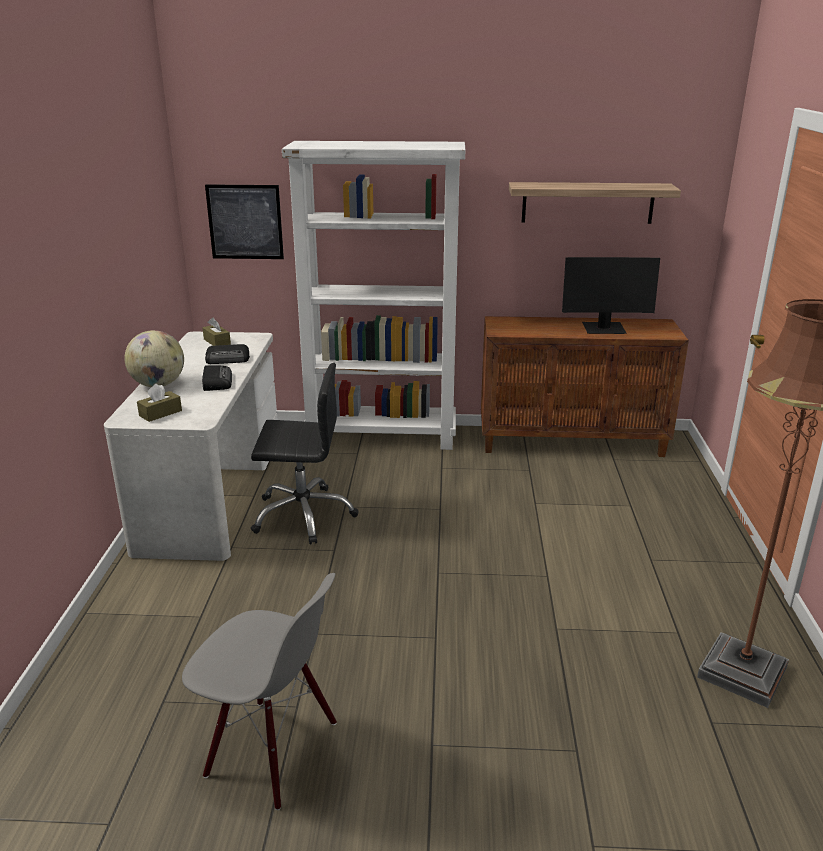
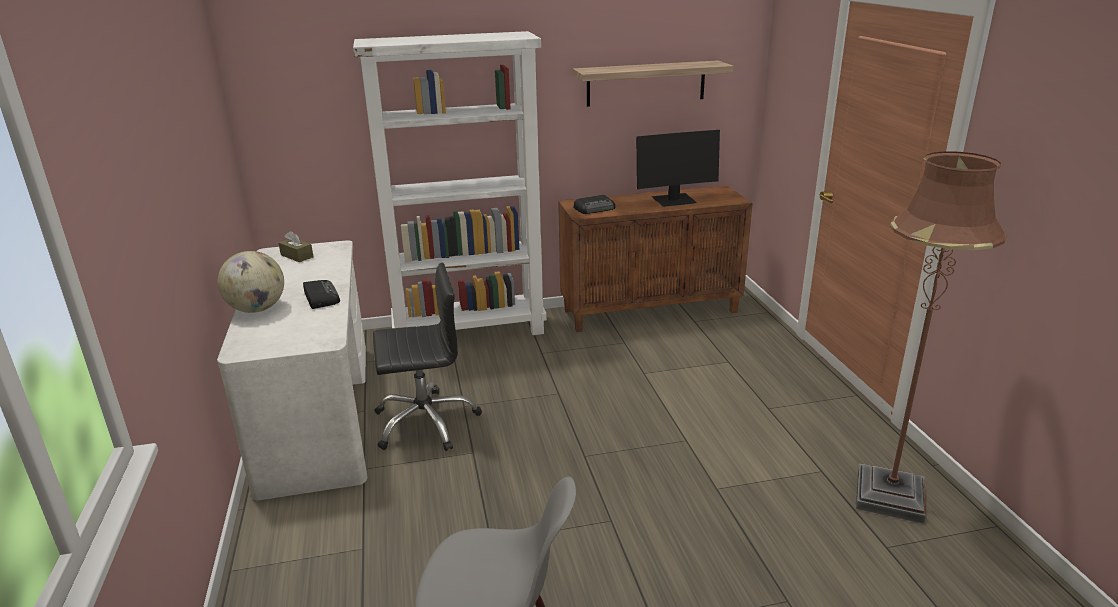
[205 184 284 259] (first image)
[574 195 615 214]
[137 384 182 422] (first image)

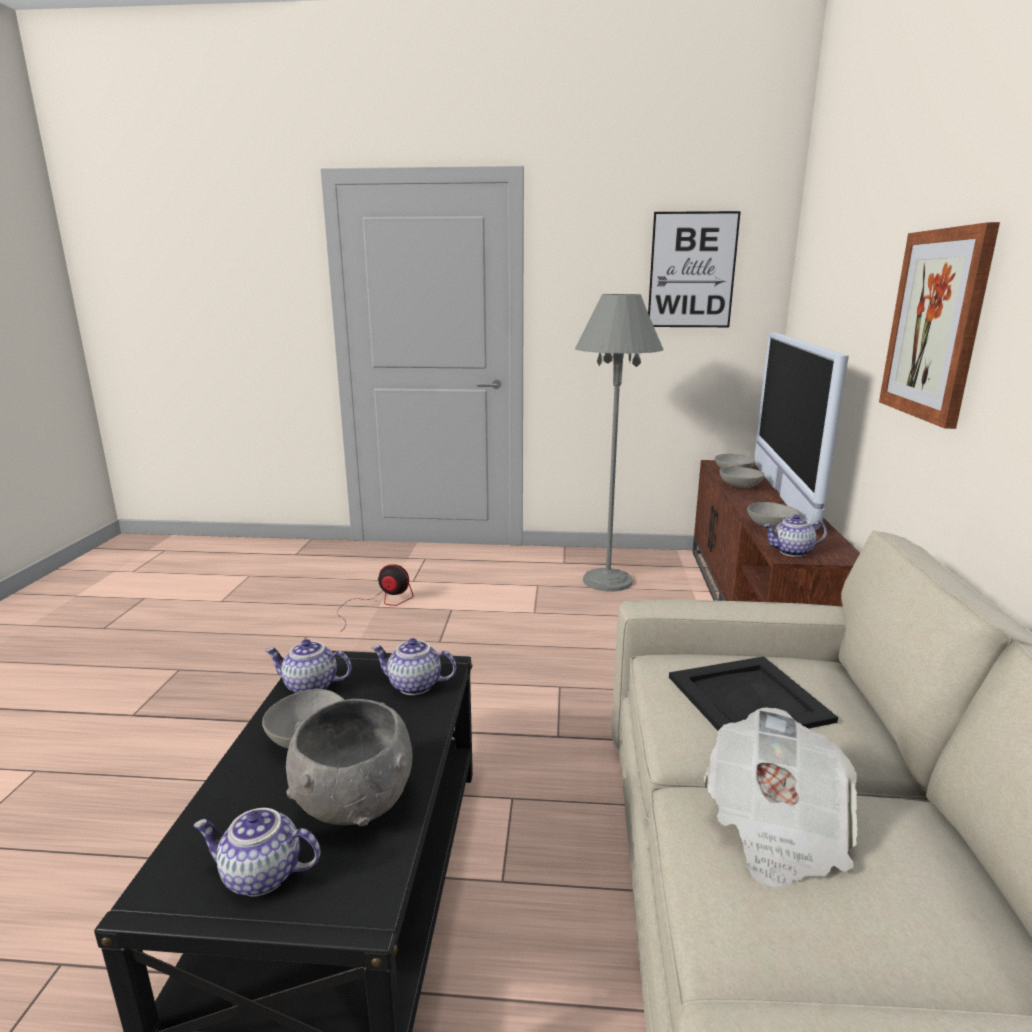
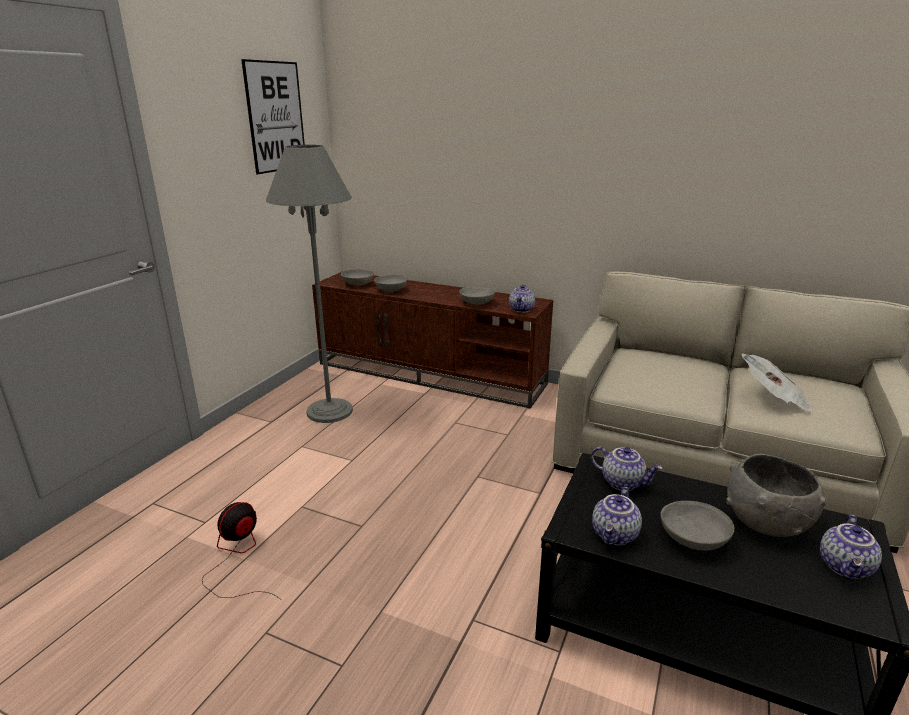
[879 222 1000 429] (first image)
[755 333 849 530] (first image)
[591 446 662 491]
[669 656 838 731] (first image)

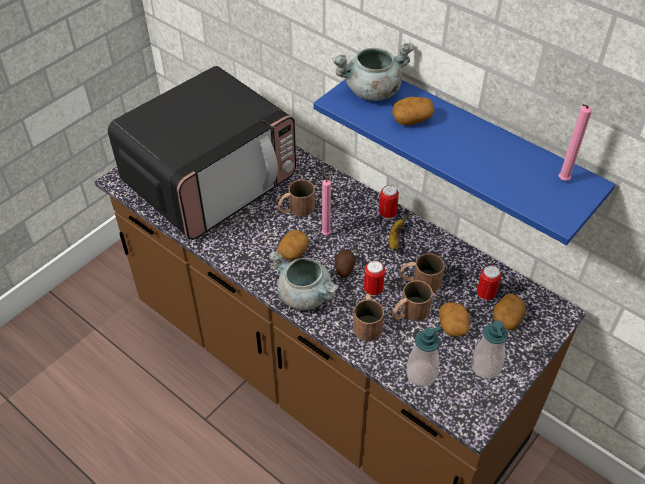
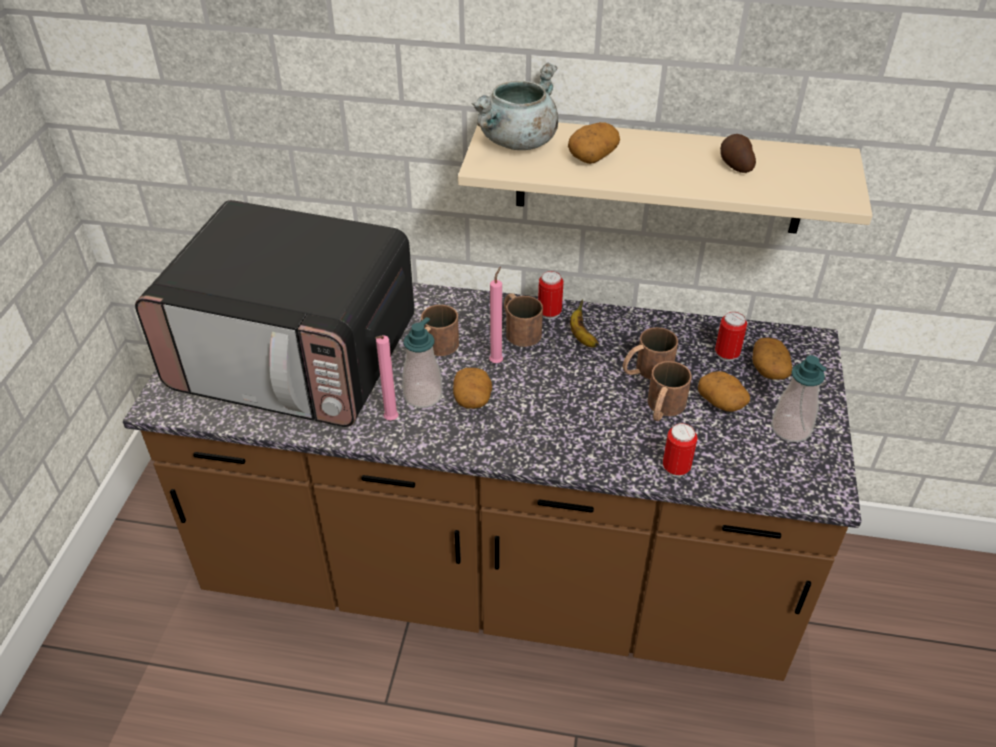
[135 200 414 427]
[458 122 873 234]
[375 335 399 420]
[720 134 756 173]
[268 251 339 310] (first image)
[663 423 698 477]
[504 293 543 347]
[402 317 442 408]

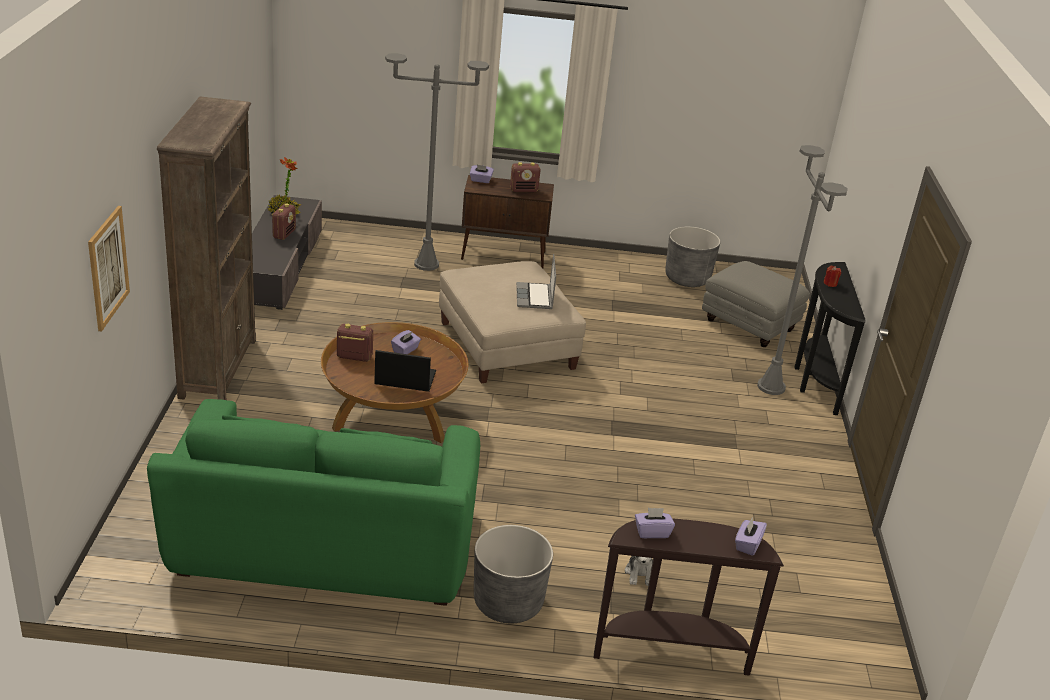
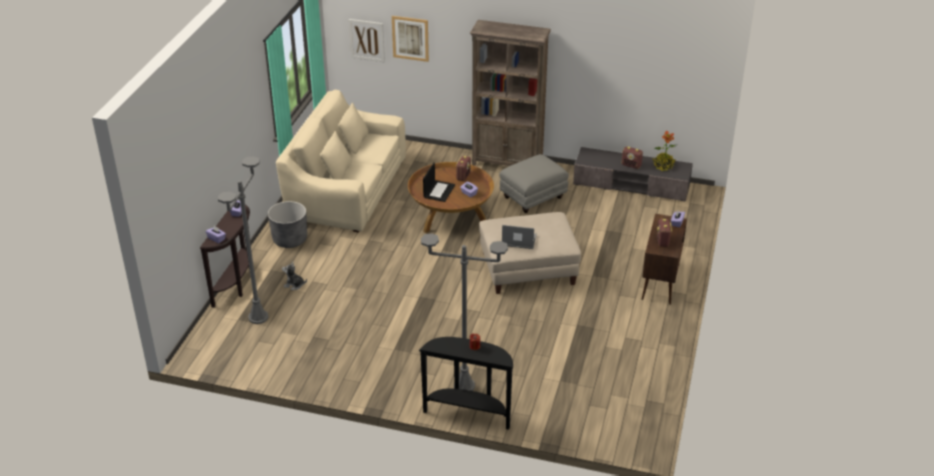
[218 157 269 324]
[665 226 720 287] (first image)
[499 154 569 213]
[276 90 406 233]
[349 19 385 62]

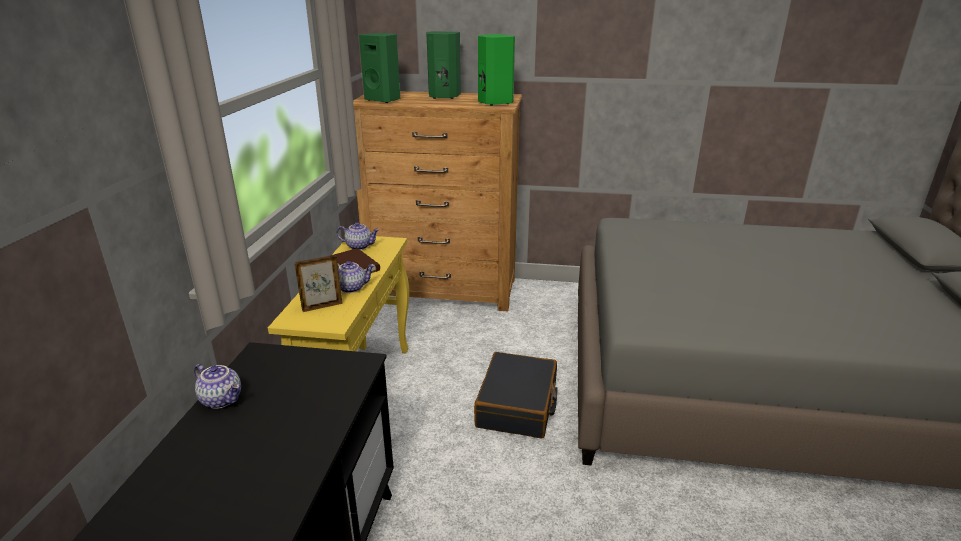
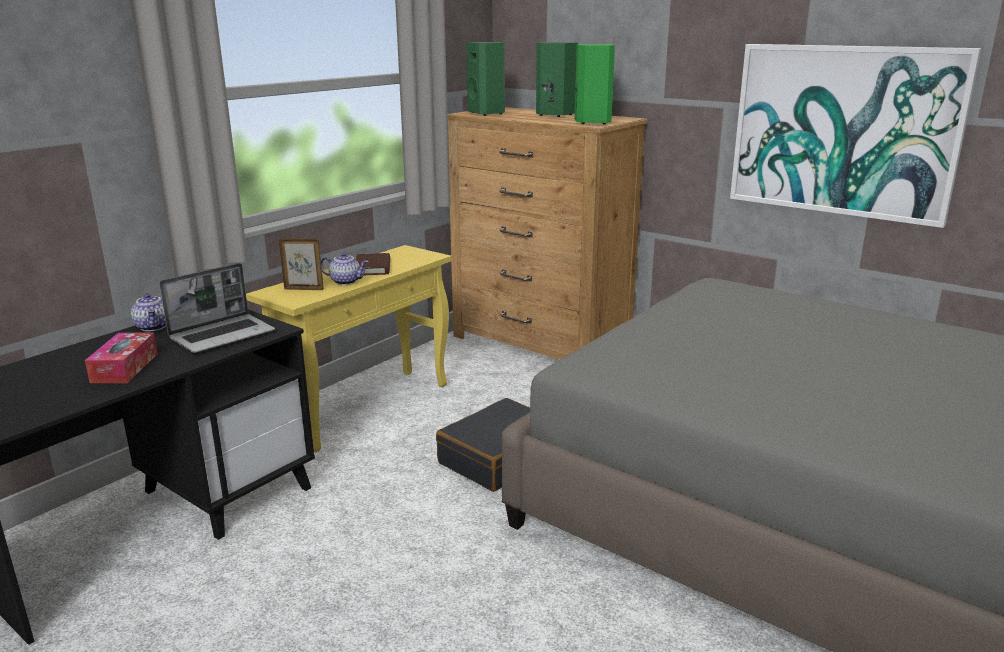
[337 222 379 250] (first image)
[730 44 982 228]
[159 263 275 353]
[85 333 158 383]

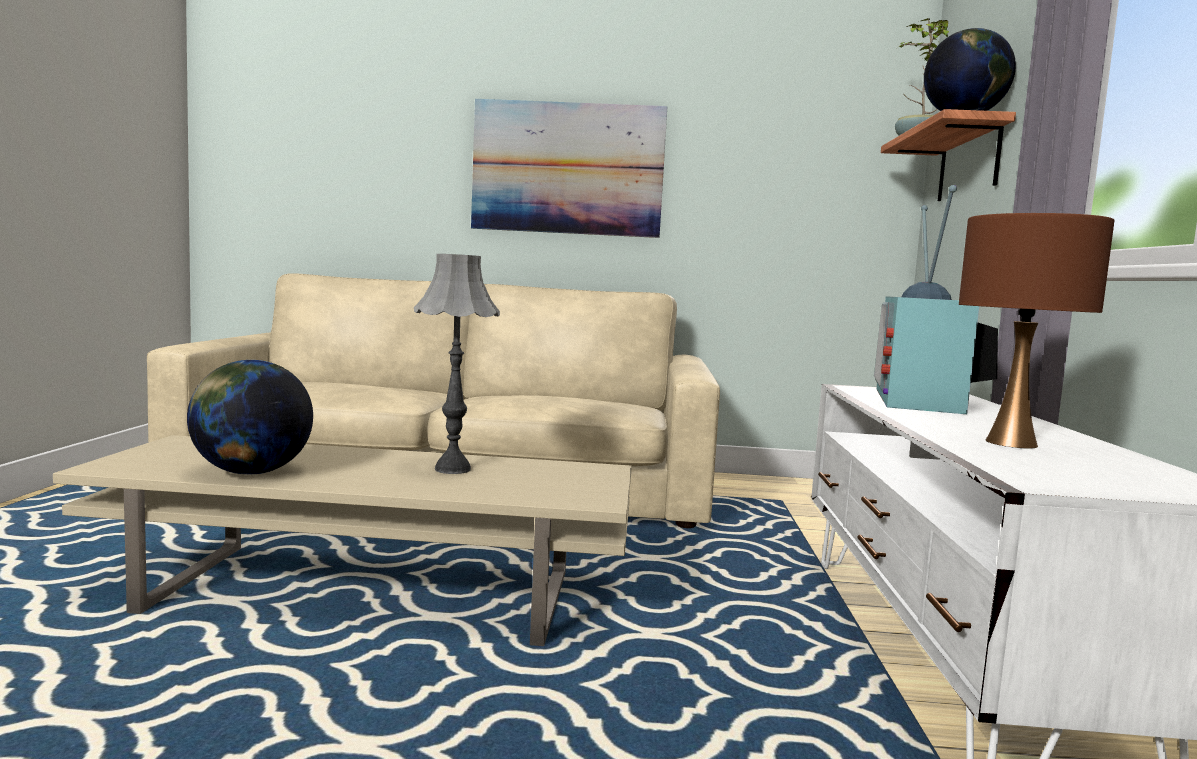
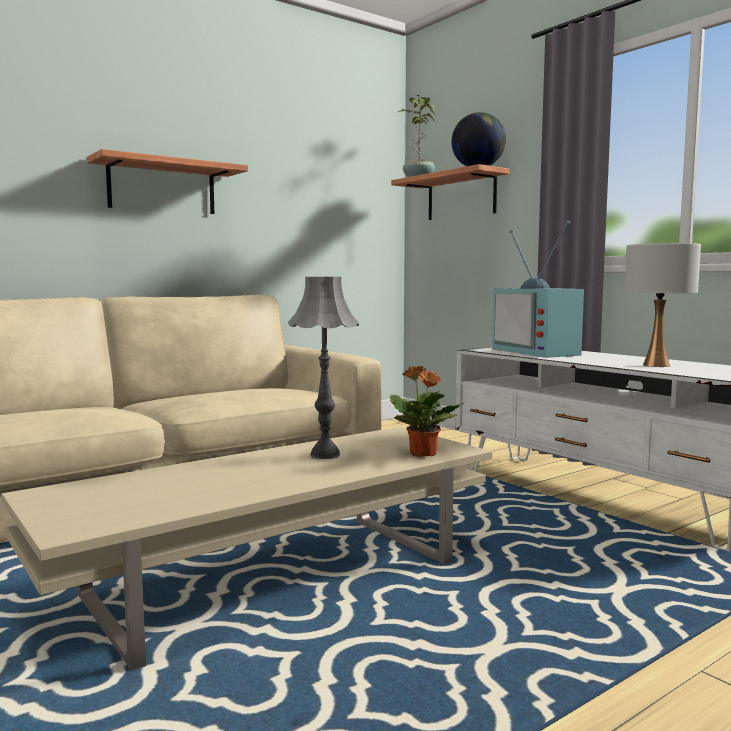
[87 149 248 214]
[624 243 701 367]
[187 360 313 475] (first image)
[390 366 464 457]

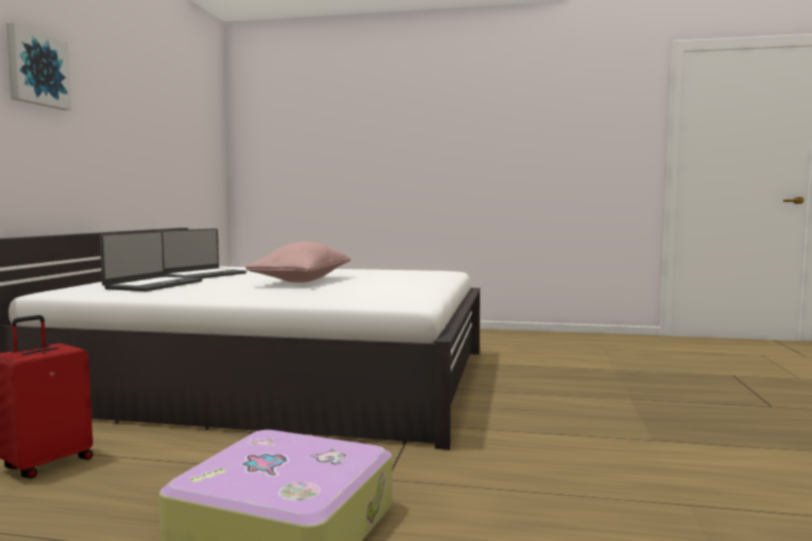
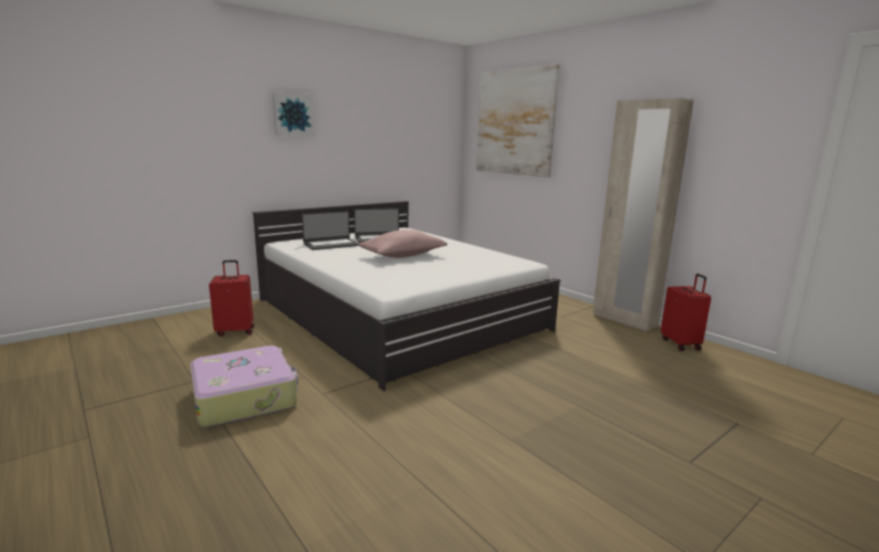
[476 64 560 178]
[593 98 694 331]
[661 273 711 351]

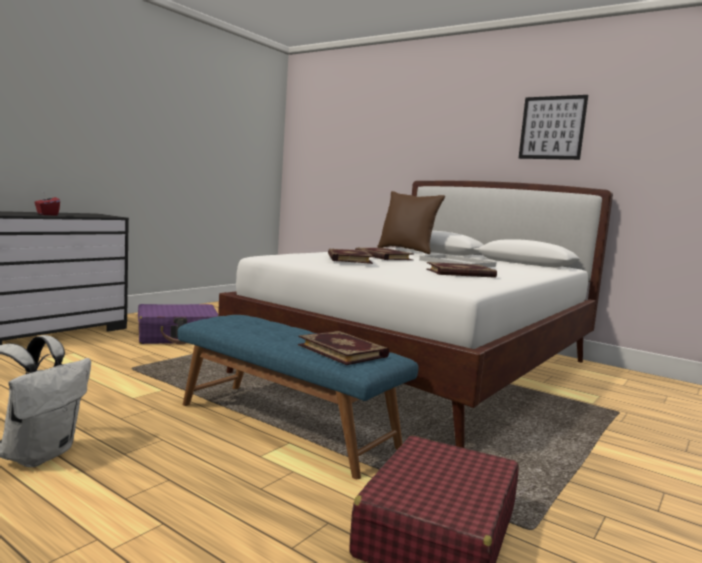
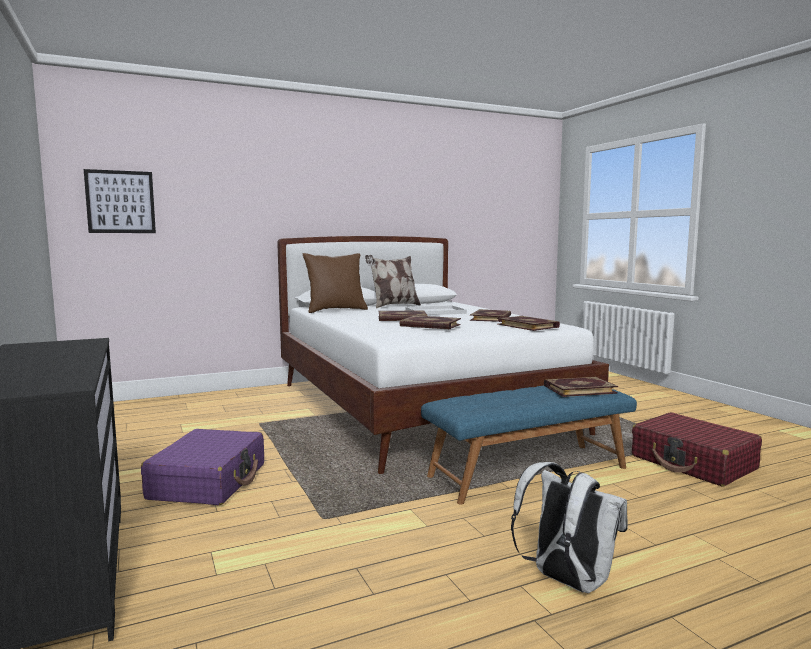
[84 169 156 233]
[34 192 60 216] (first image)
[365 255 421 308]
[497 316 560 331]

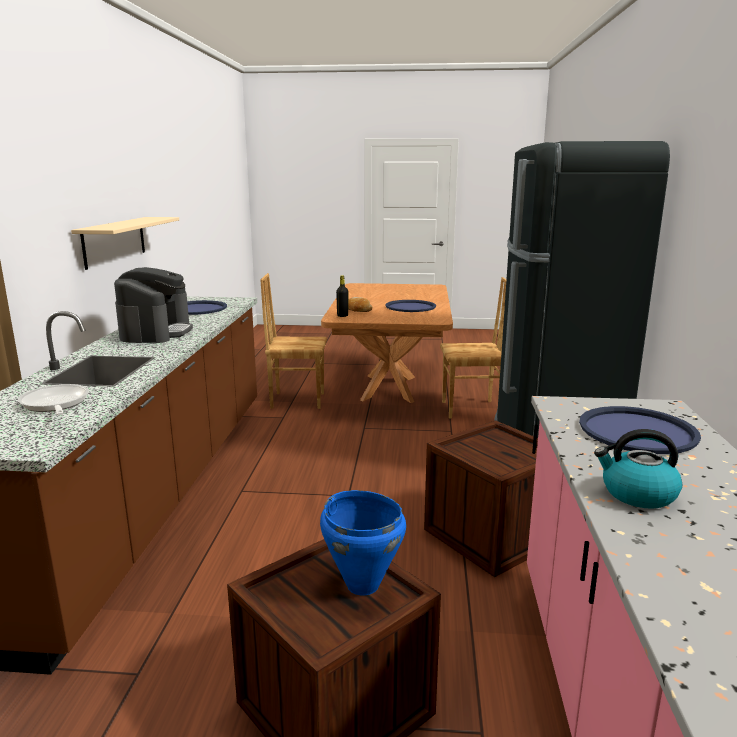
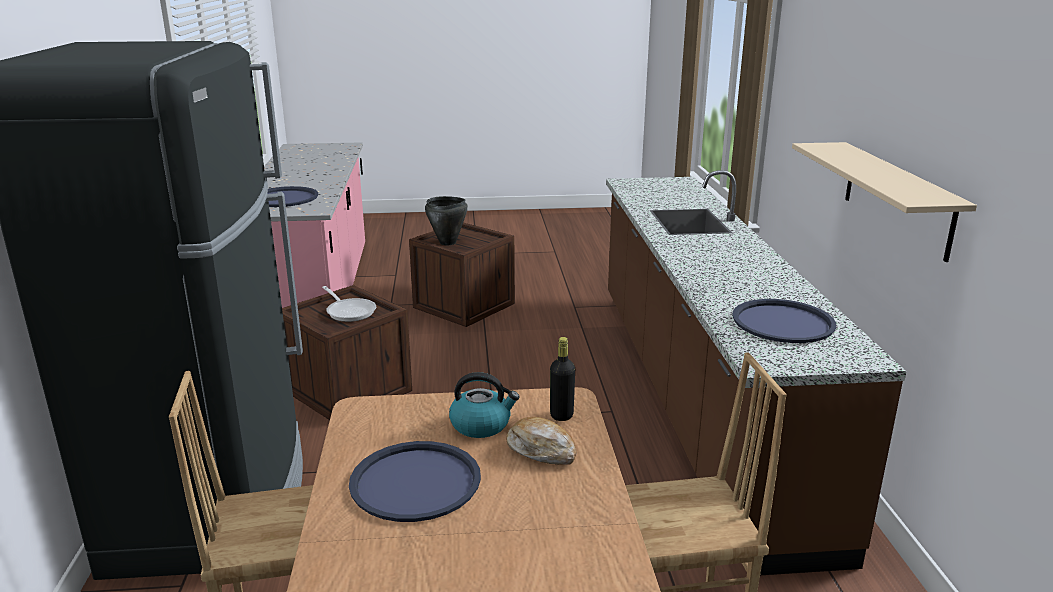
[114 267 193 343] (first image)
[322 286 376 322]
[449 372 520 438]
[425 196 468 245]

